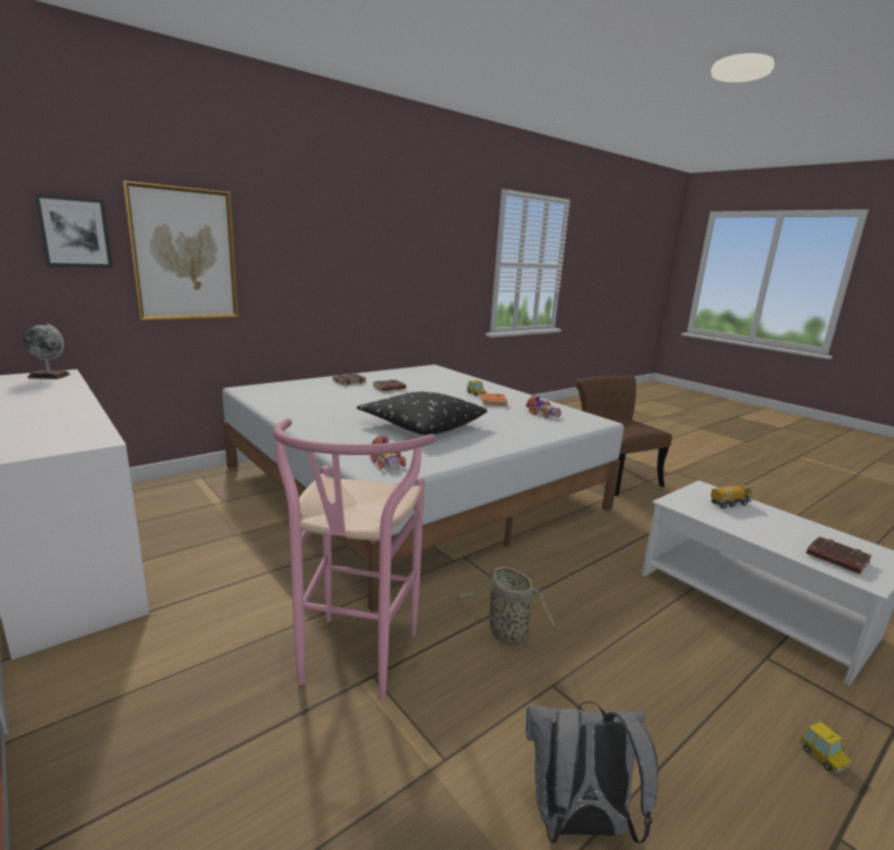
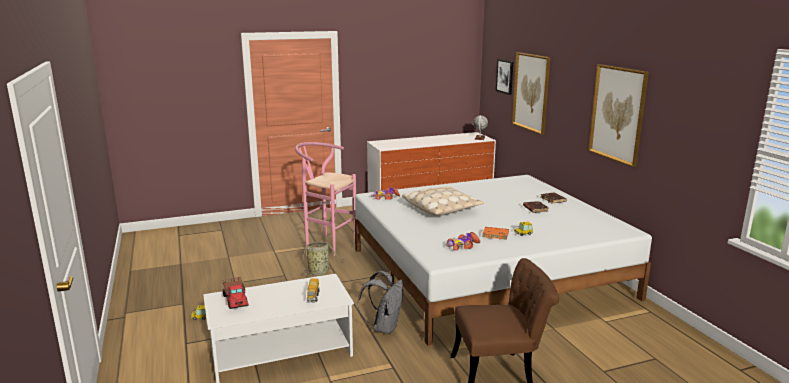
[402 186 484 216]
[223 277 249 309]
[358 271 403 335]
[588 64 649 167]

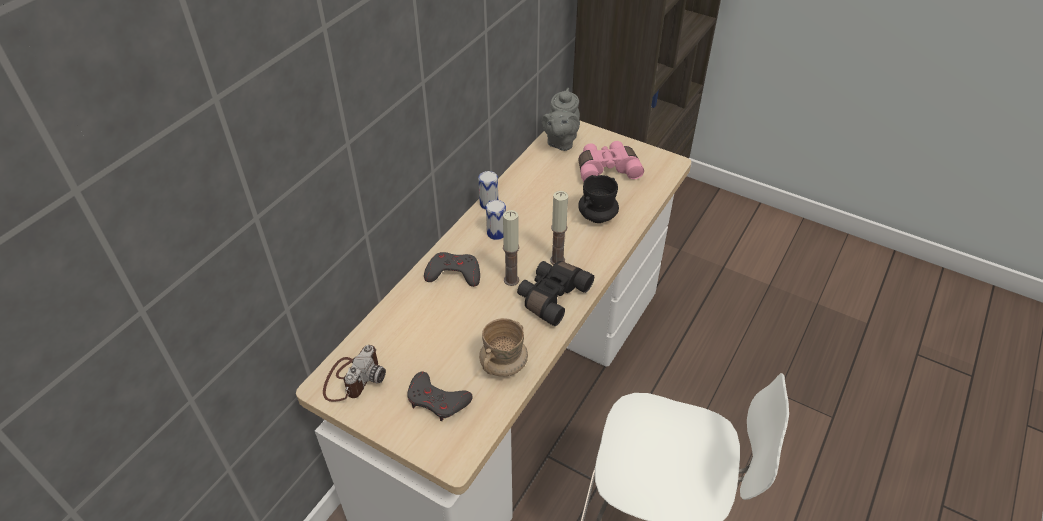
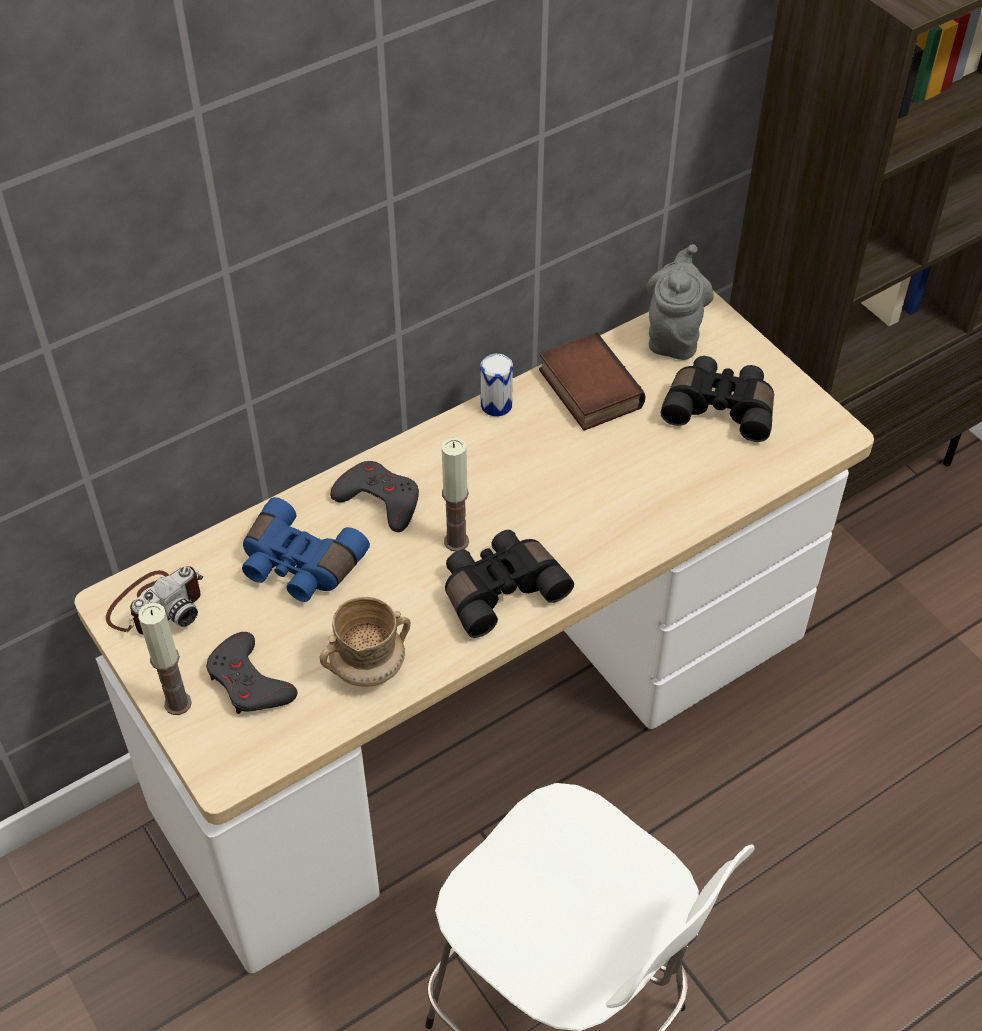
[646 244 714 360]
[661 356 774 442]
[578 175 619 223] (first image)
[138 603 192 715]
[486 200 506 240] (first image)
[539 332 645 431]
[242 497 370 602]

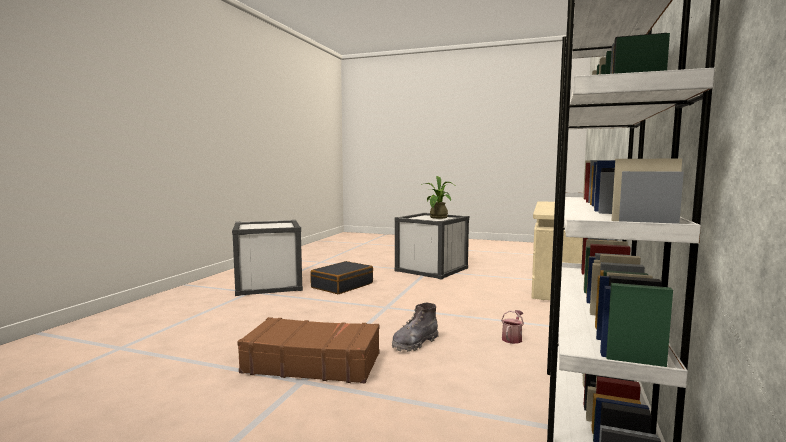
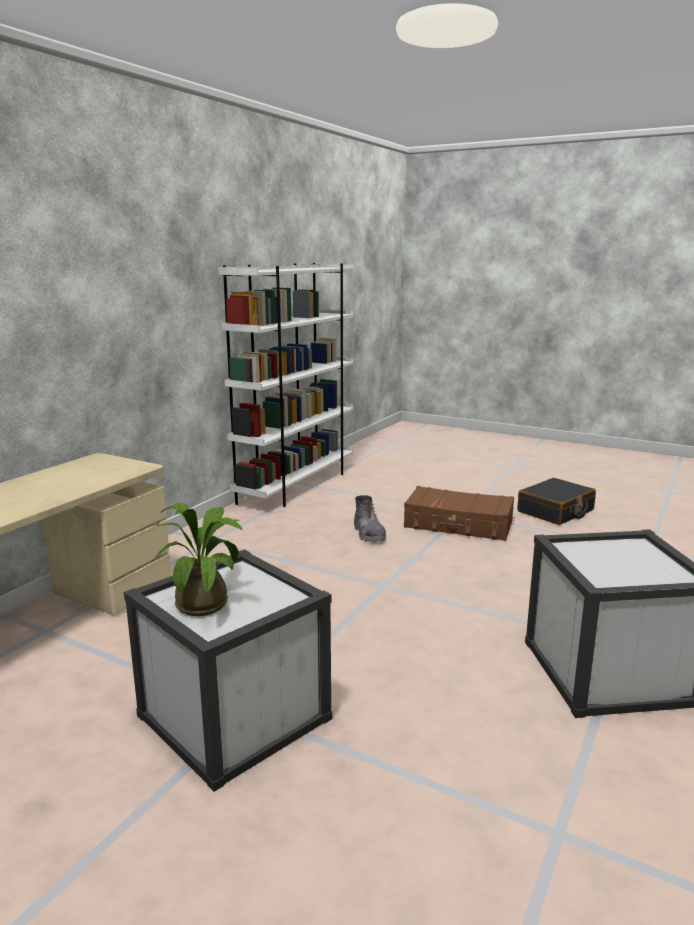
[517 478 596 525]
[354 495 386 543]
[501 310 524 344] (first image)

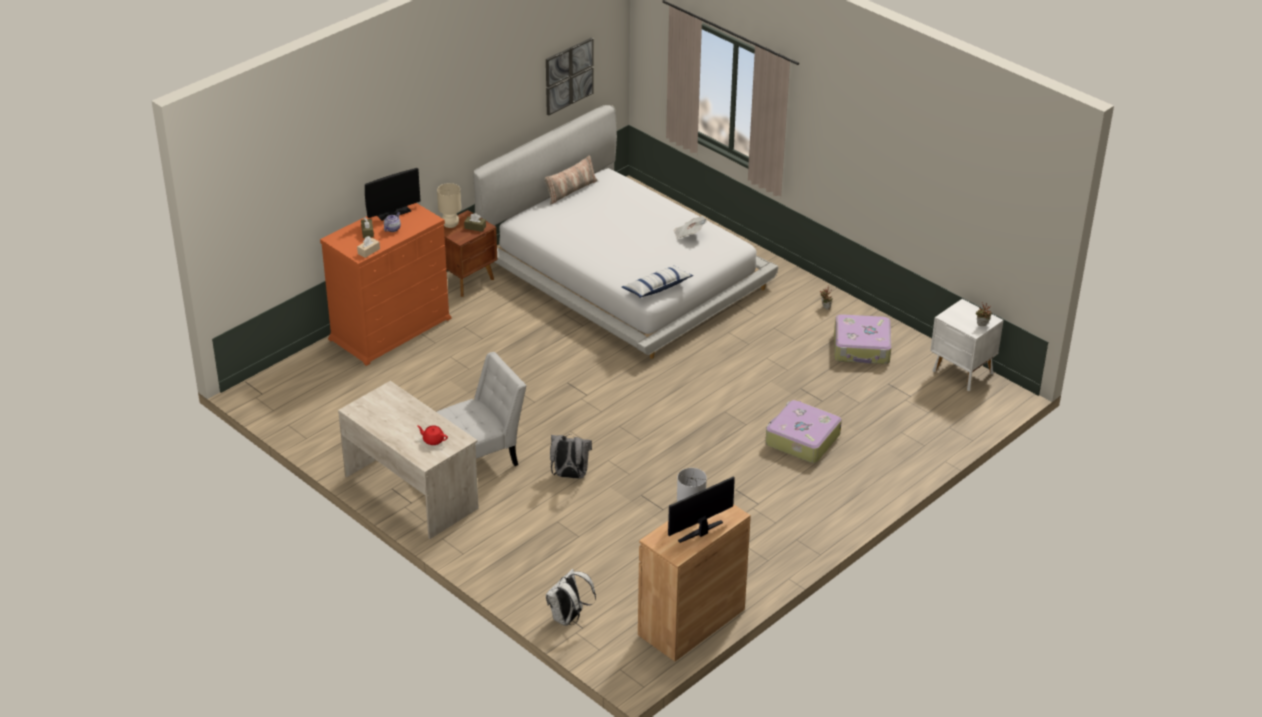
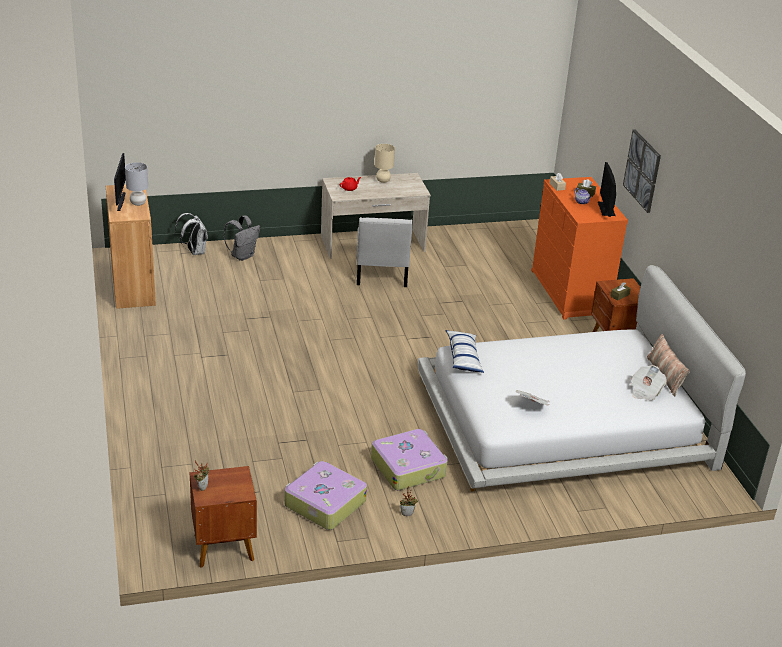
[623 129 661 213]
[374 144 395 183]
[189 466 257 568]
[371 429 448 490]
[224 215 260 261]
[631 365 667 400]

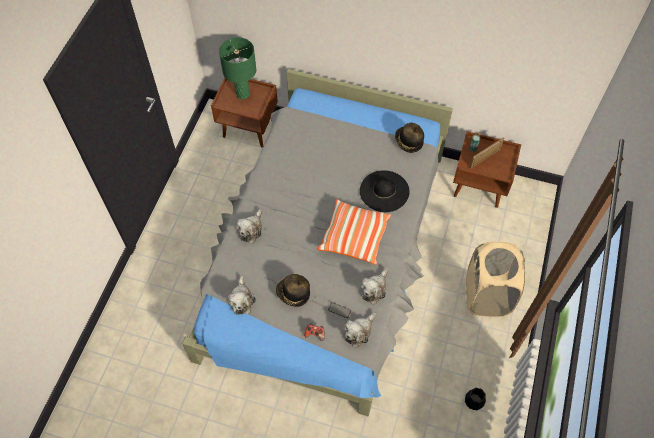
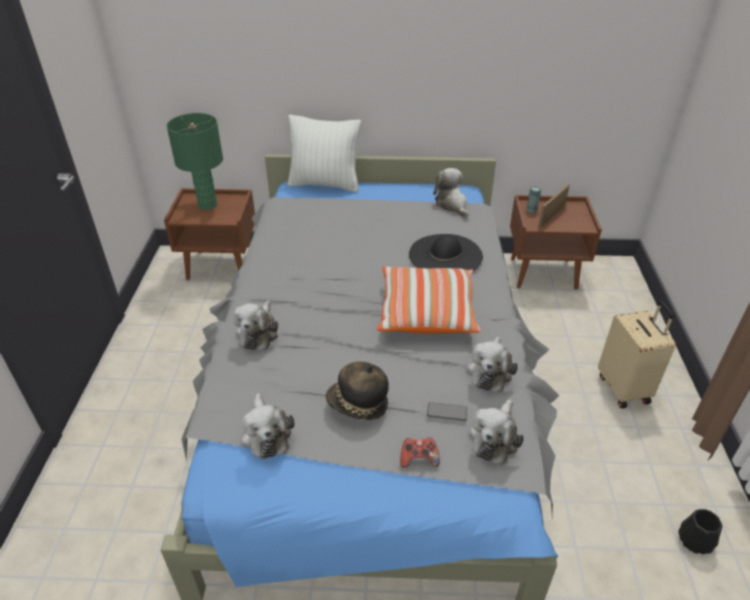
[433 168 469 218]
[598 301 676 409]
[288 115 361 192]

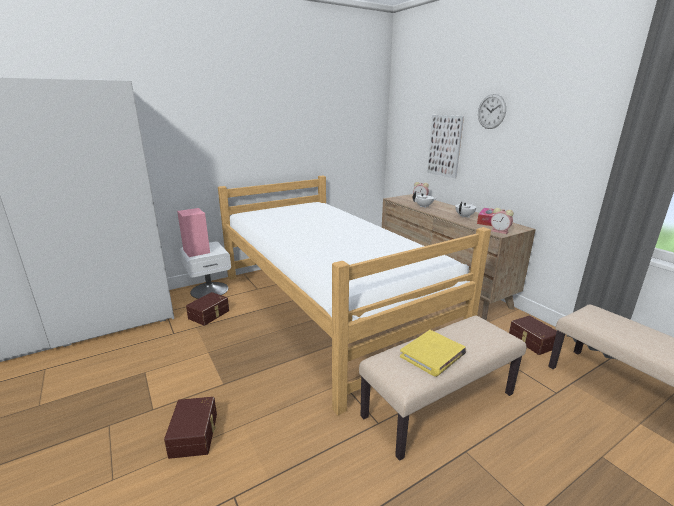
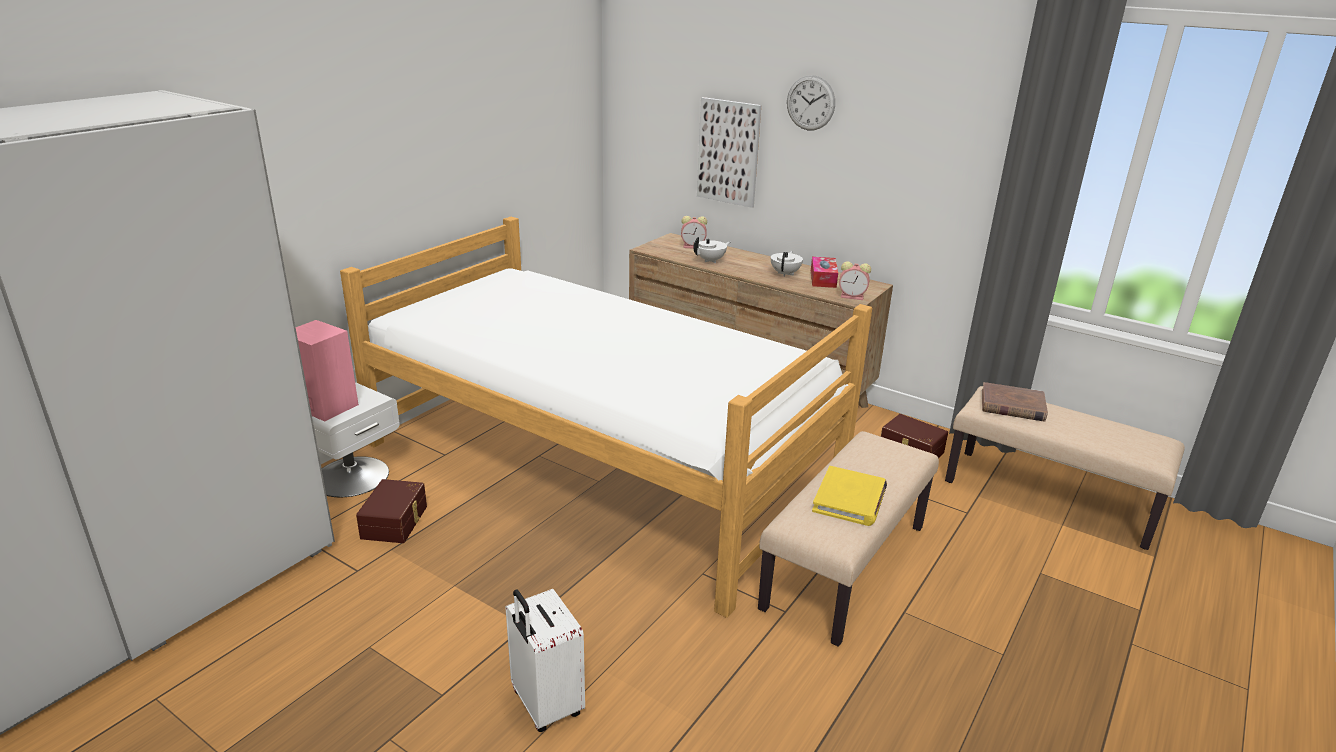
[505 589 585 732]
[982 382 1048 422]

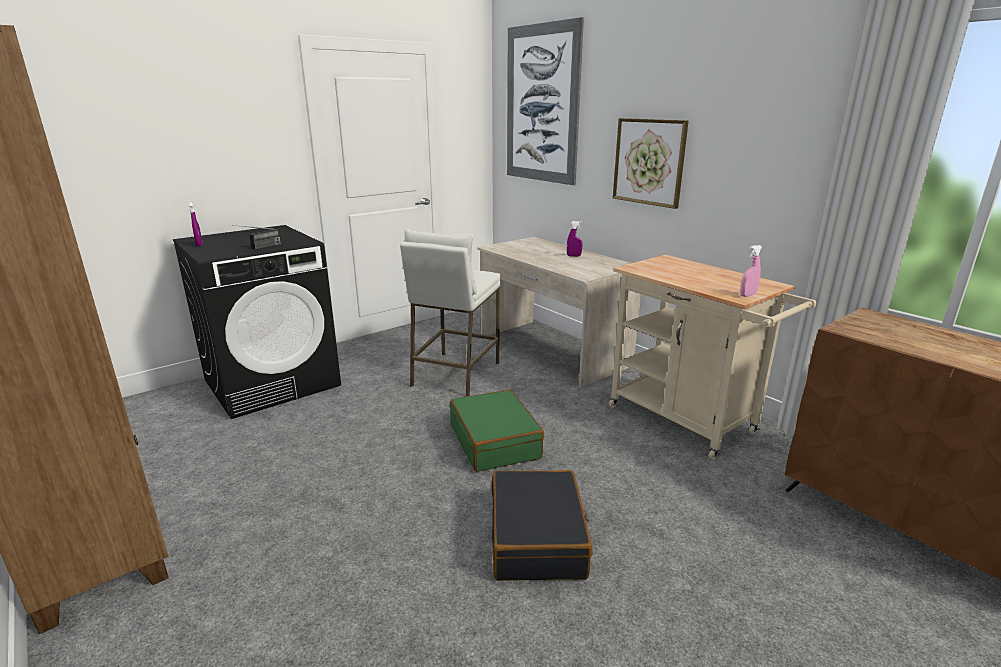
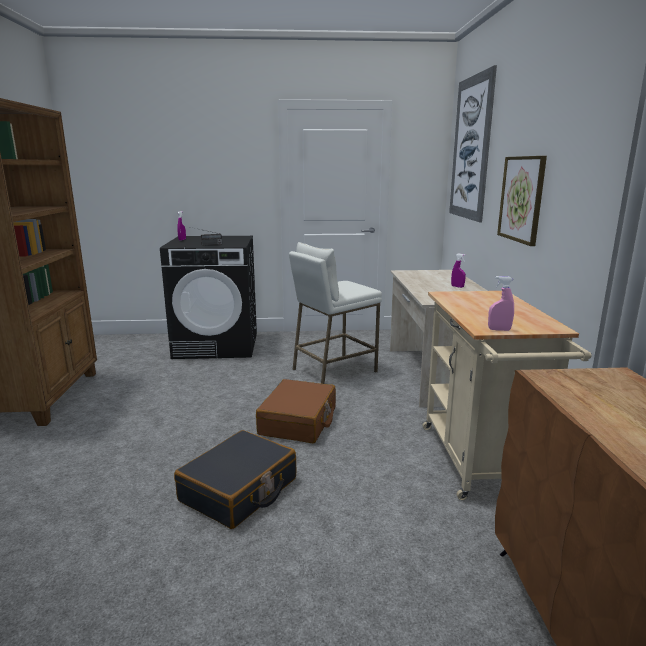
[256 379 336 443]

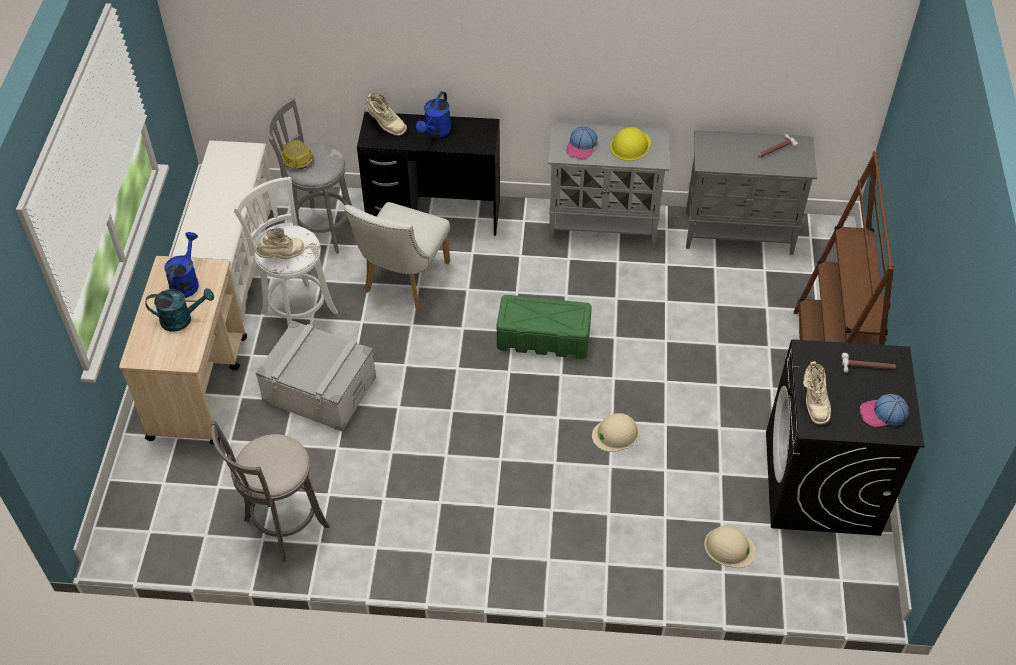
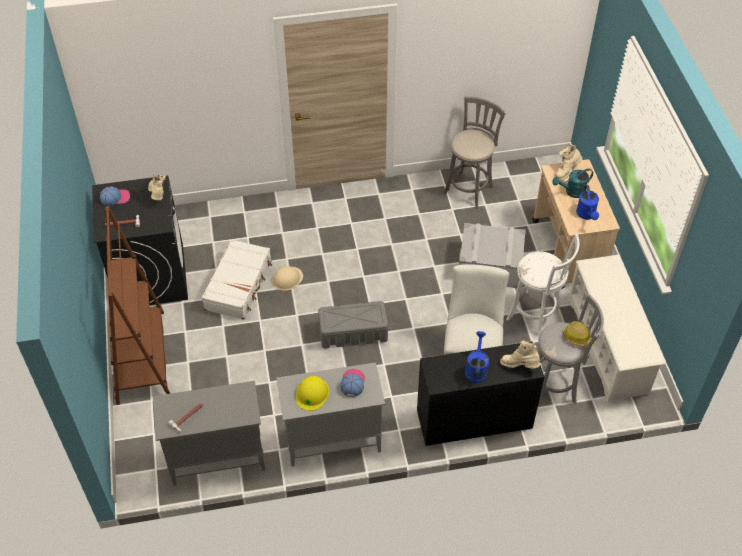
[555 145 582 181]
[318 301 388 349]
[704 526 756 568] (first image)
[202 239 272 320]

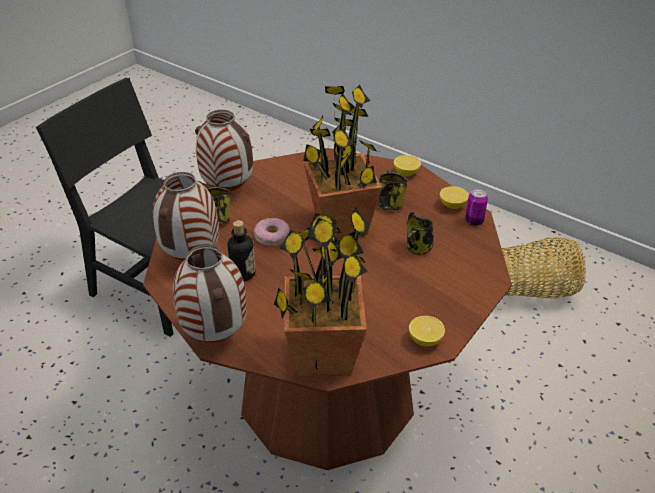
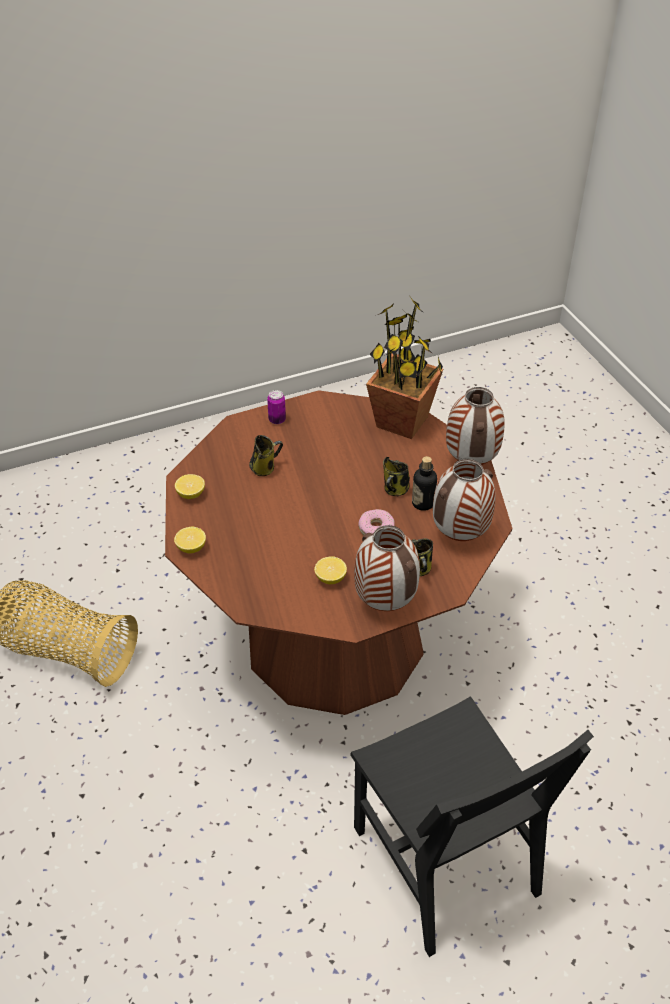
[303 85 382 240] (first image)
[383 457 410 496]
[267 390 286 424]
[314 556 347 584]

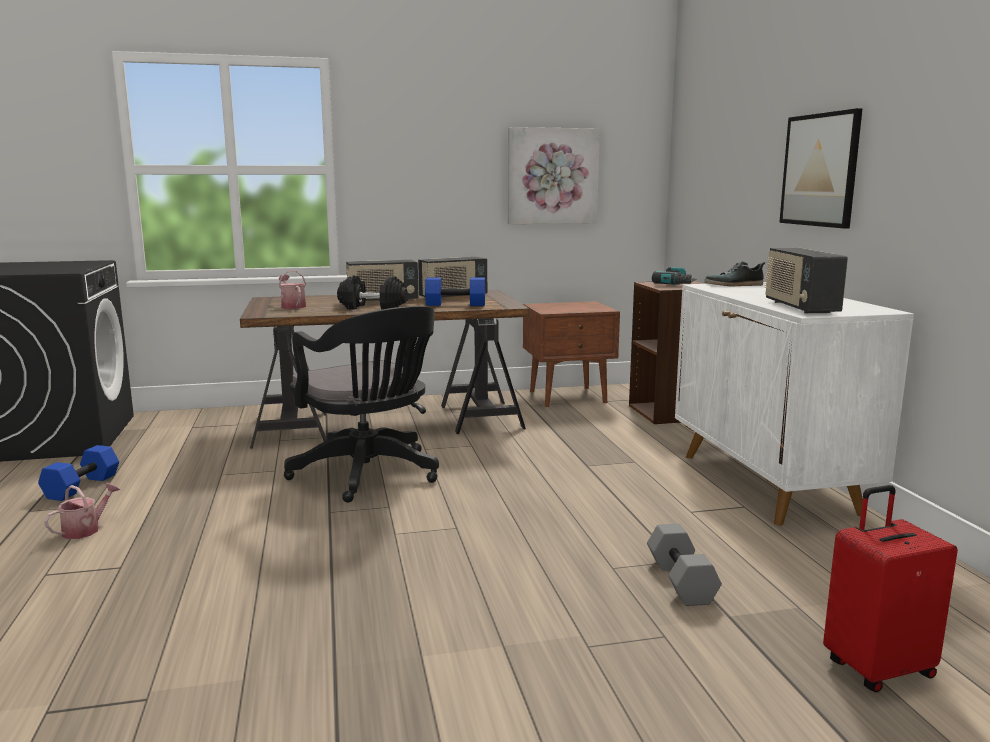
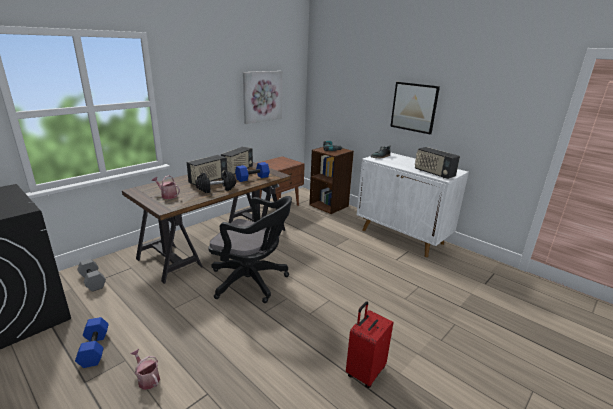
[130 349 160 390]
[346 301 393 388]
[77 259 106 292]

